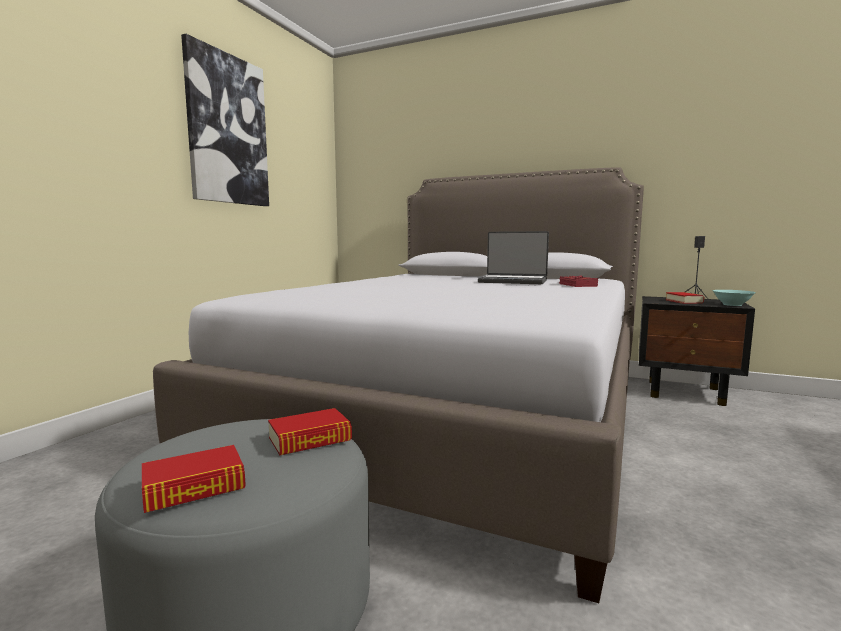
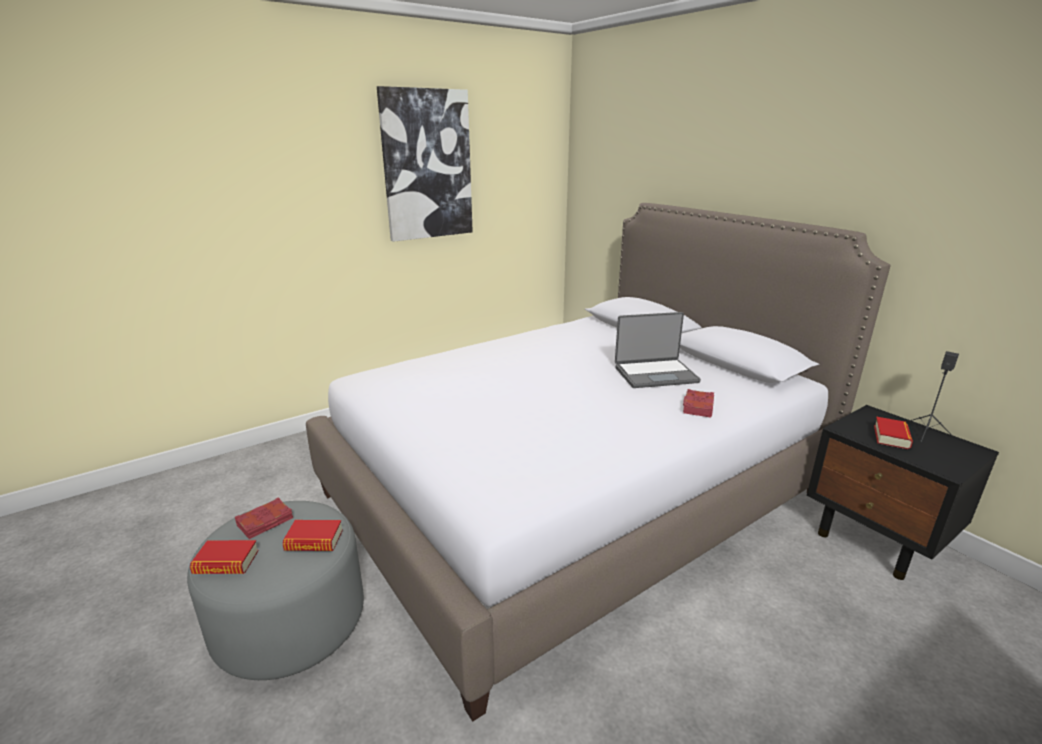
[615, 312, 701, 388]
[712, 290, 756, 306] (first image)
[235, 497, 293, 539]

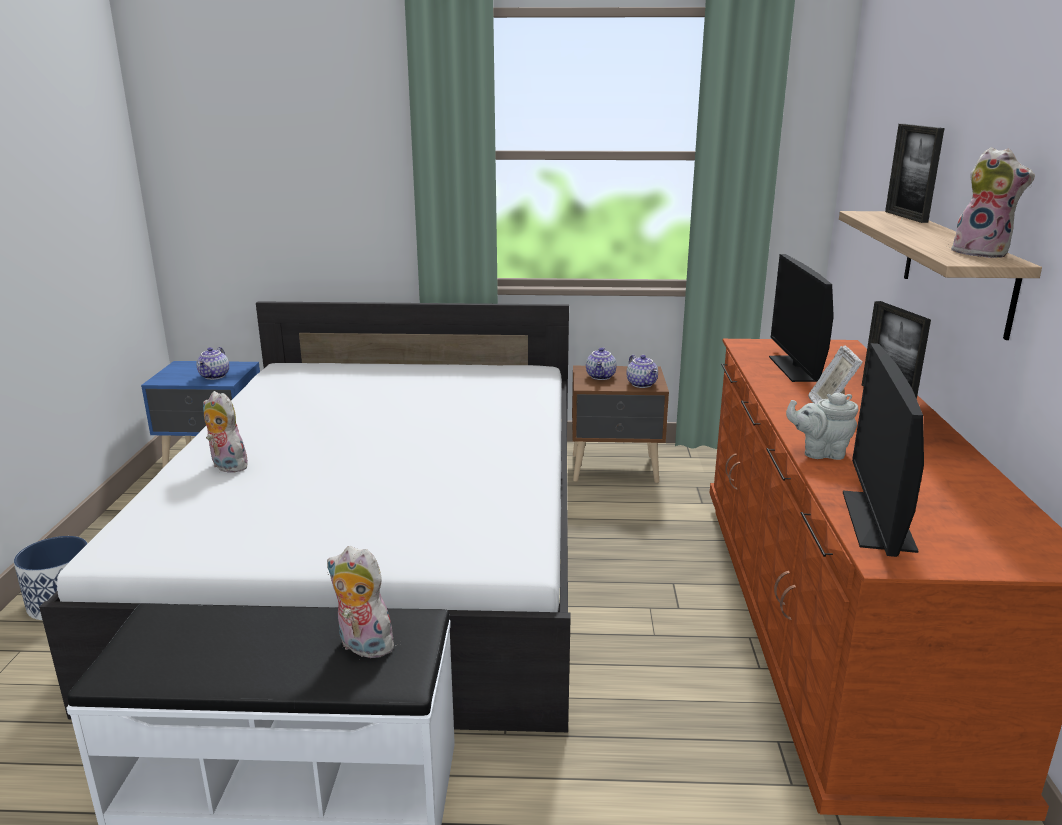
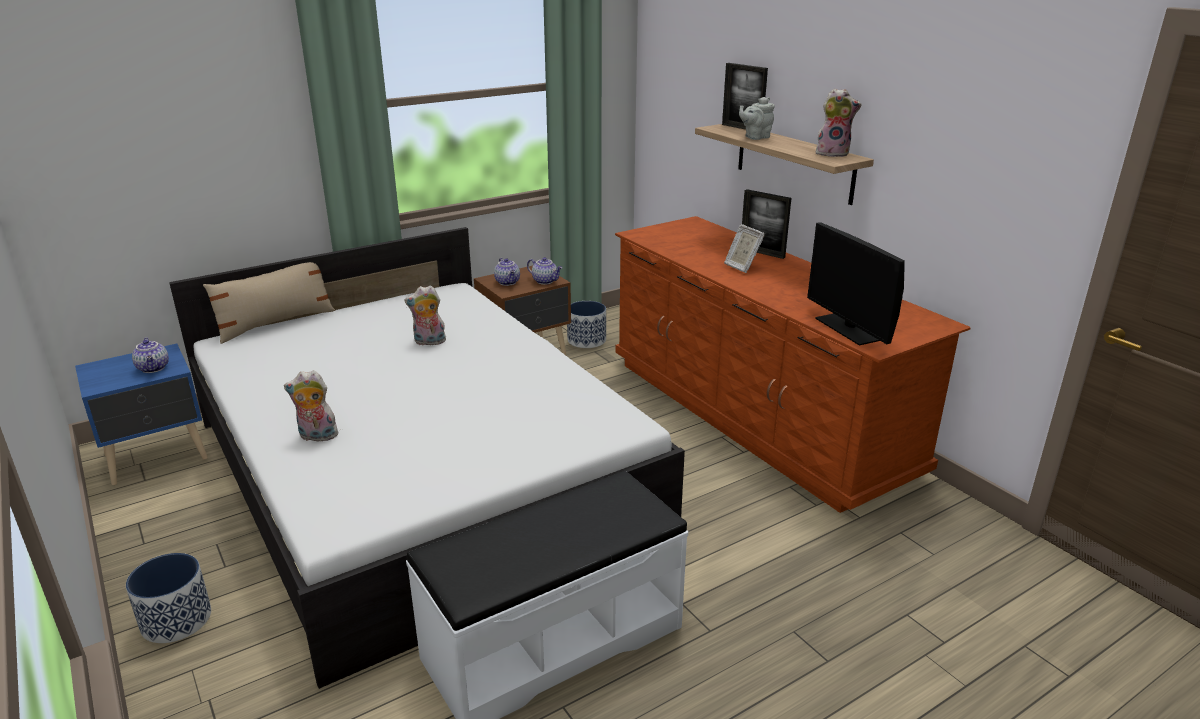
[404, 286, 446, 346]
[769, 254, 834, 382] (first image)
[739, 97, 775, 140]
[203, 262, 335, 344]
[567, 301, 606, 348]

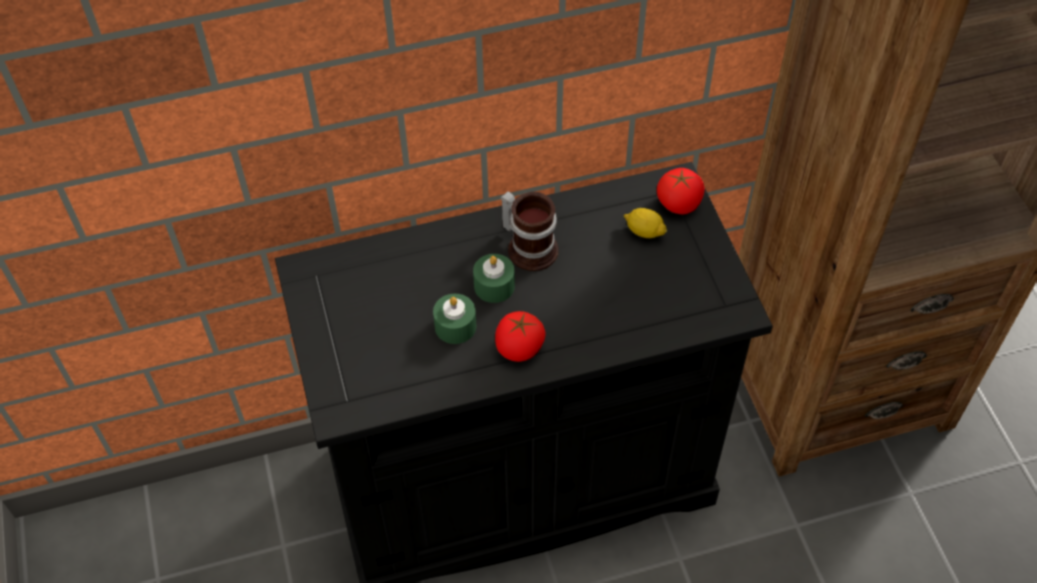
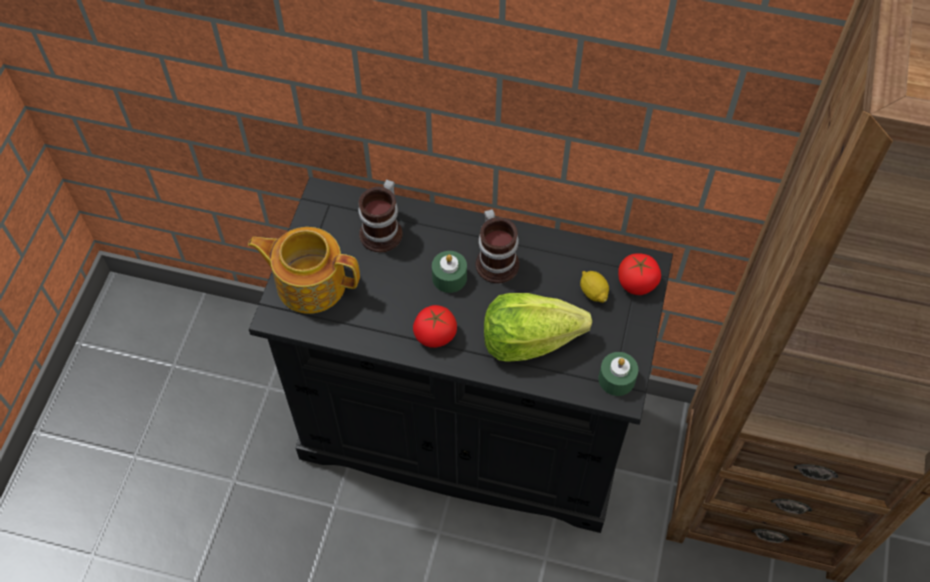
[599, 352, 638, 396]
[248, 227, 360, 314]
[358, 179, 402, 253]
[484, 293, 592, 362]

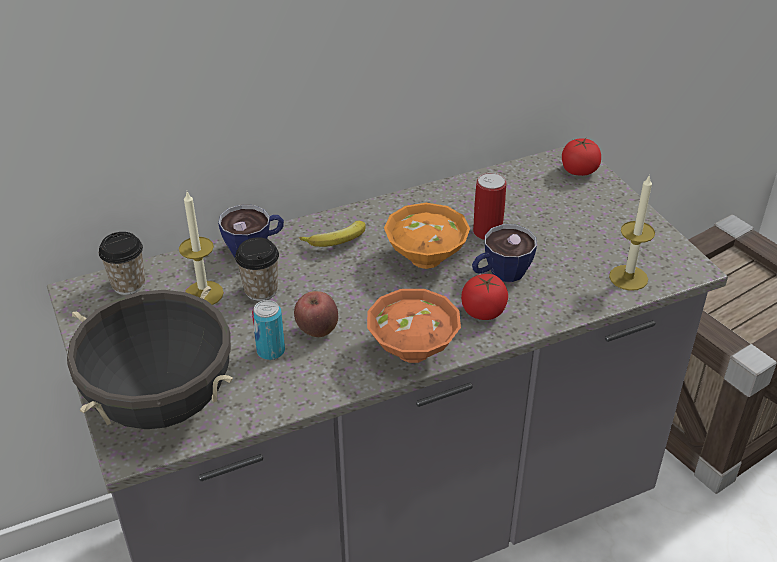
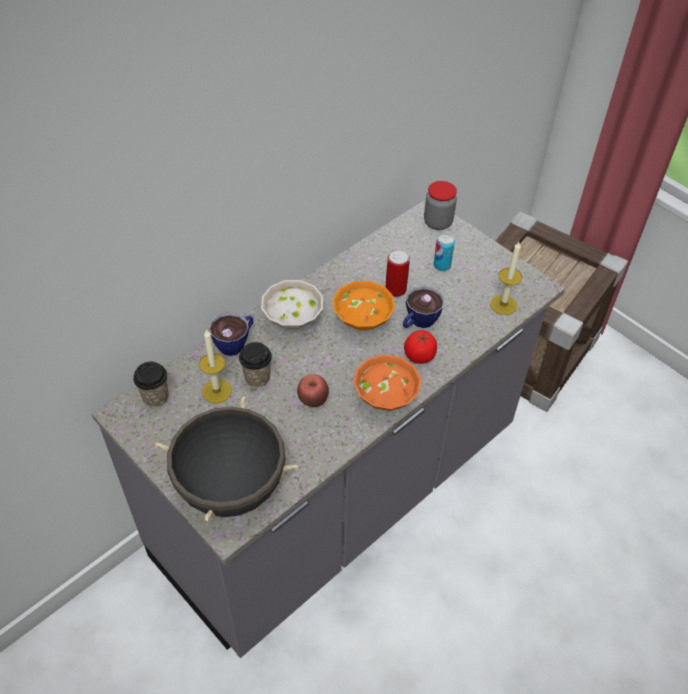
[433, 234, 455, 271]
[261, 280, 323, 330]
[424, 181, 457, 230]

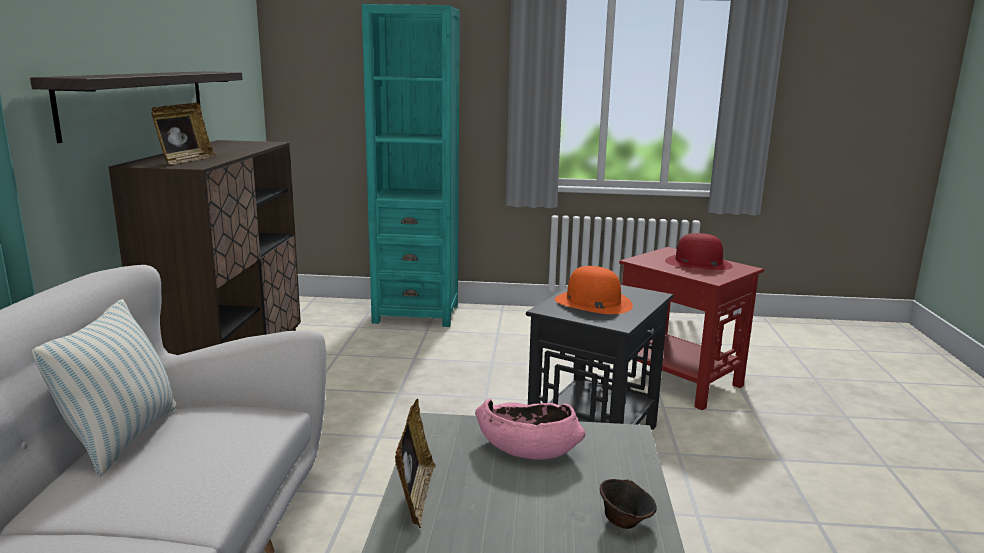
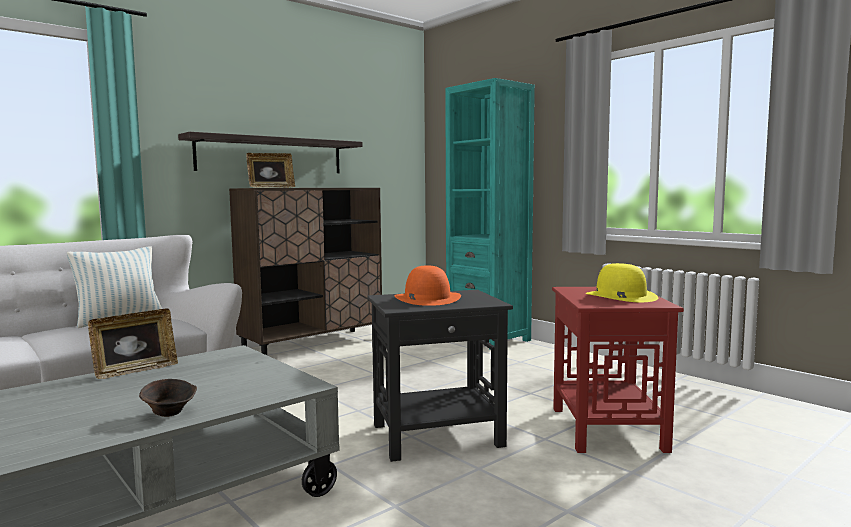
[475, 399, 585, 460] (first image)
[585, 263, 658, 302]

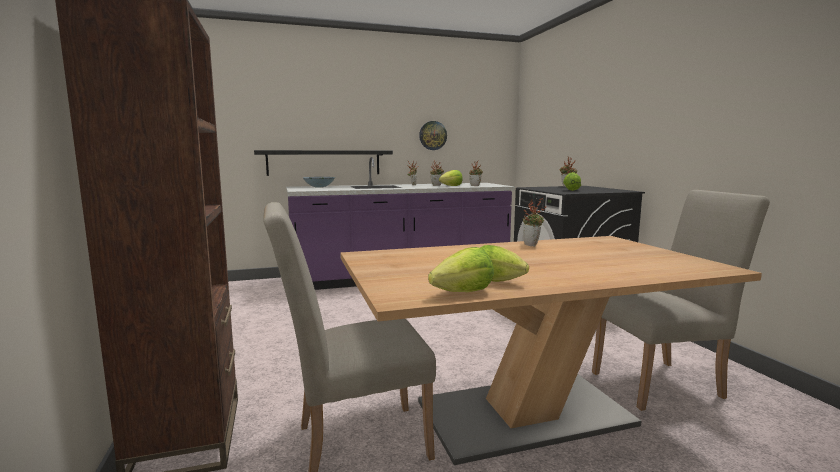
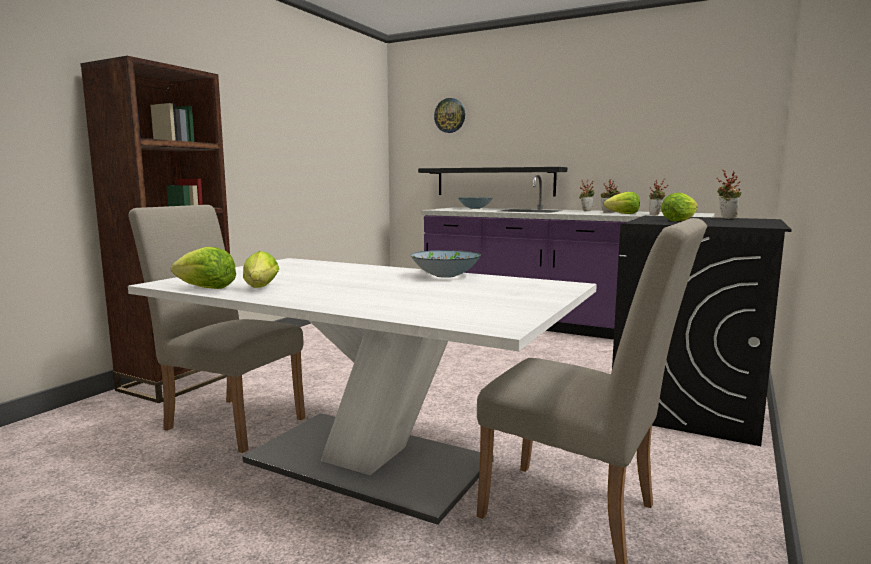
[128, 258, 597, 525]
[434, 98, 465, 133]
[410, 250, 481, 278]

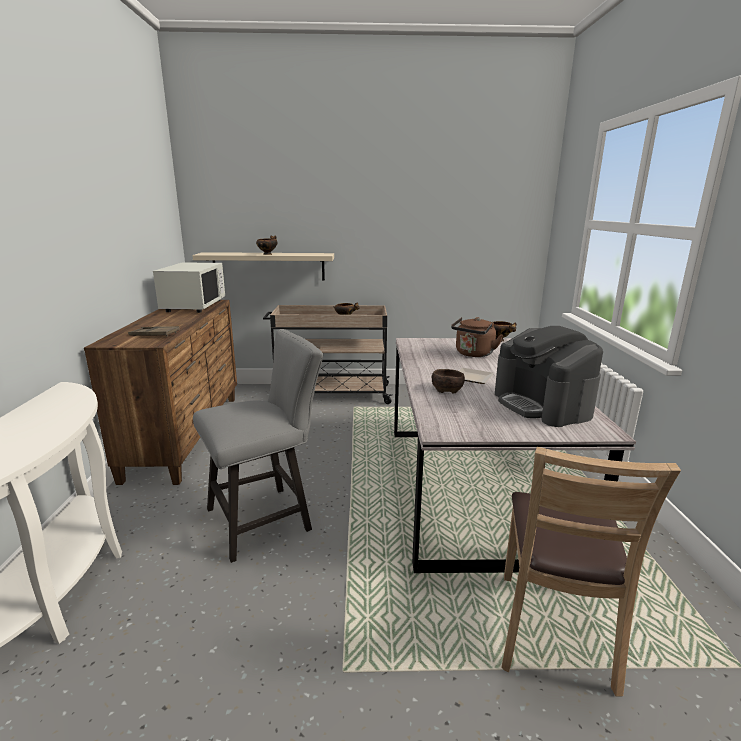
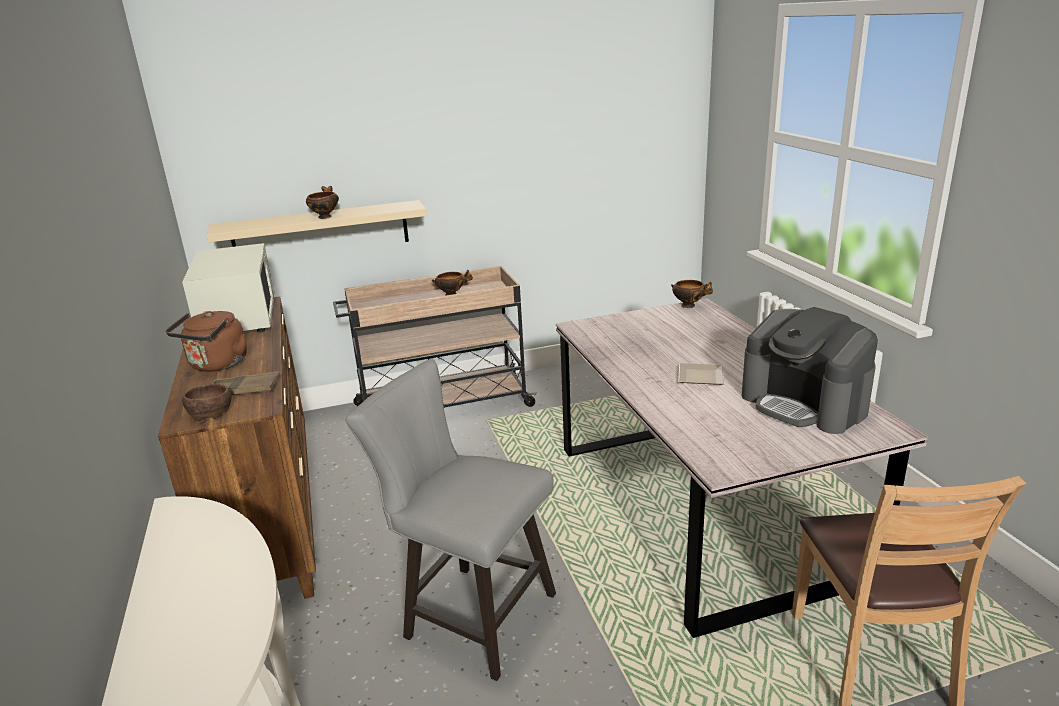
[346, 359, 556, 681]
[182, 384, 231, 421]
[166, 311, 247, 372]

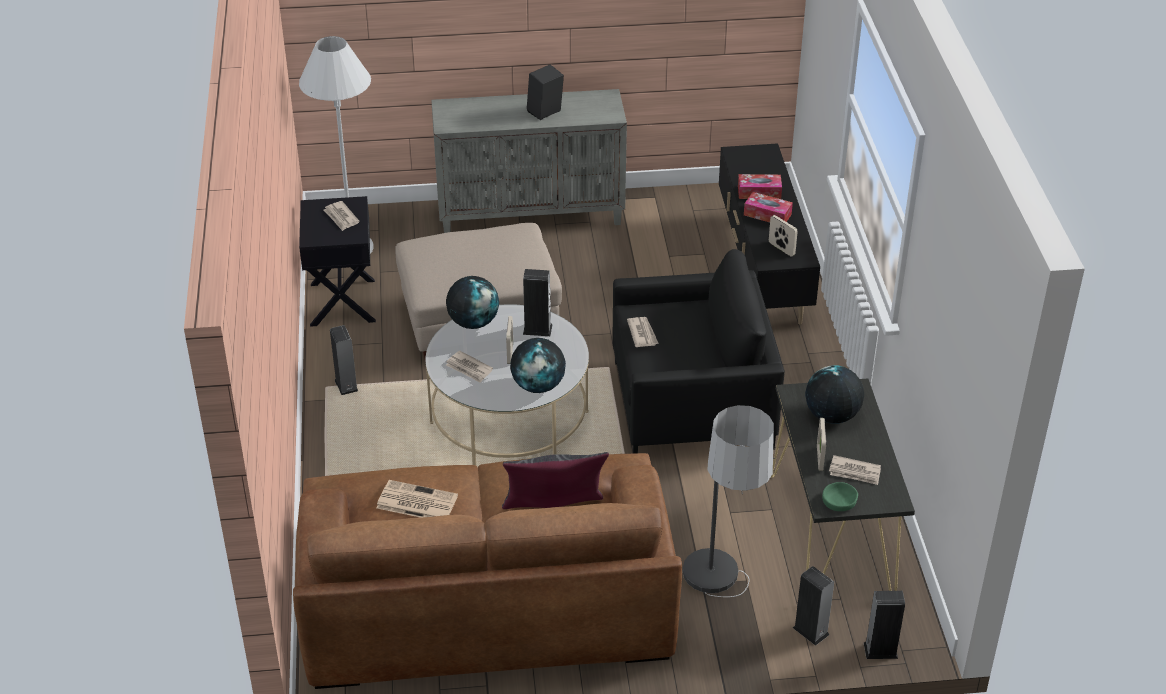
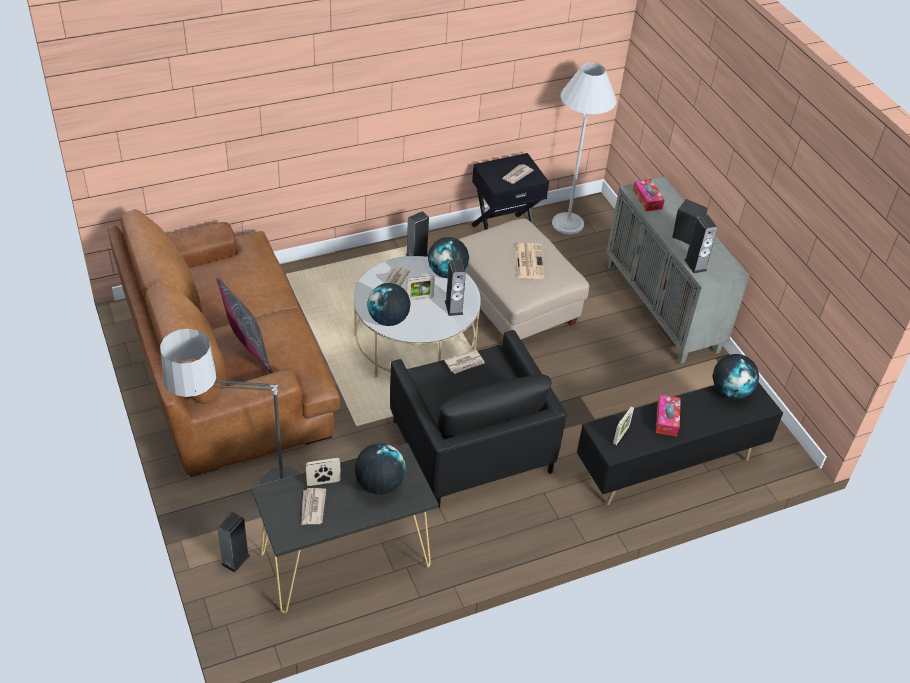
[515, 243, 544, 279]
[633, 179, 665, 211]
[822, 482, 858, 511] (first image)
[684, 215, 718, 273]
[713, 354, 759, 399]

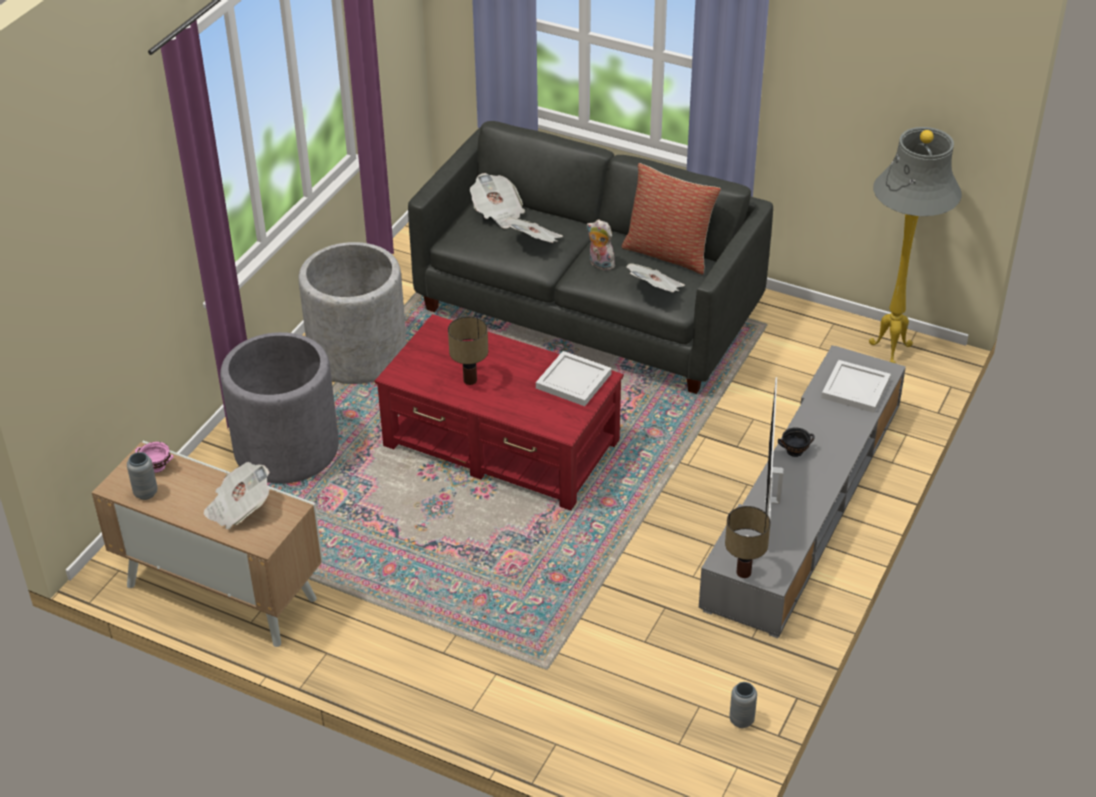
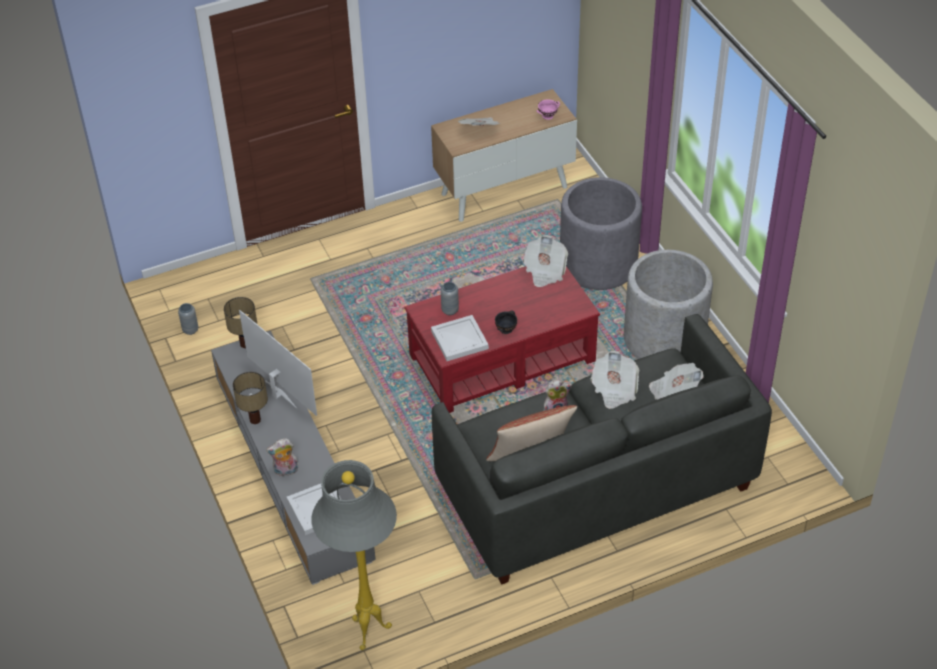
[441, 282, 459, 315]
[233, 372, 268, 424]
[523, 235, 568, 287]
[495, 310, 517, 334]
[266, 438, 298, 476]

